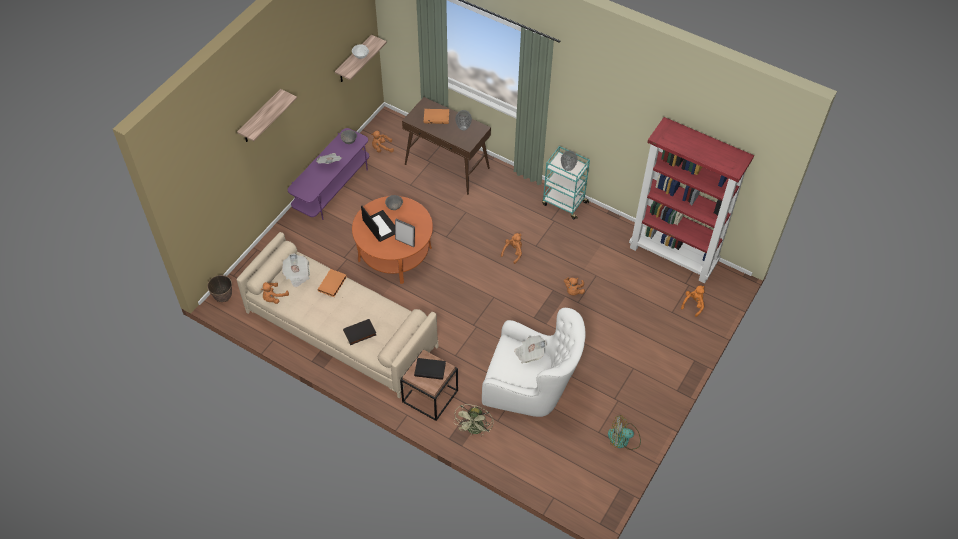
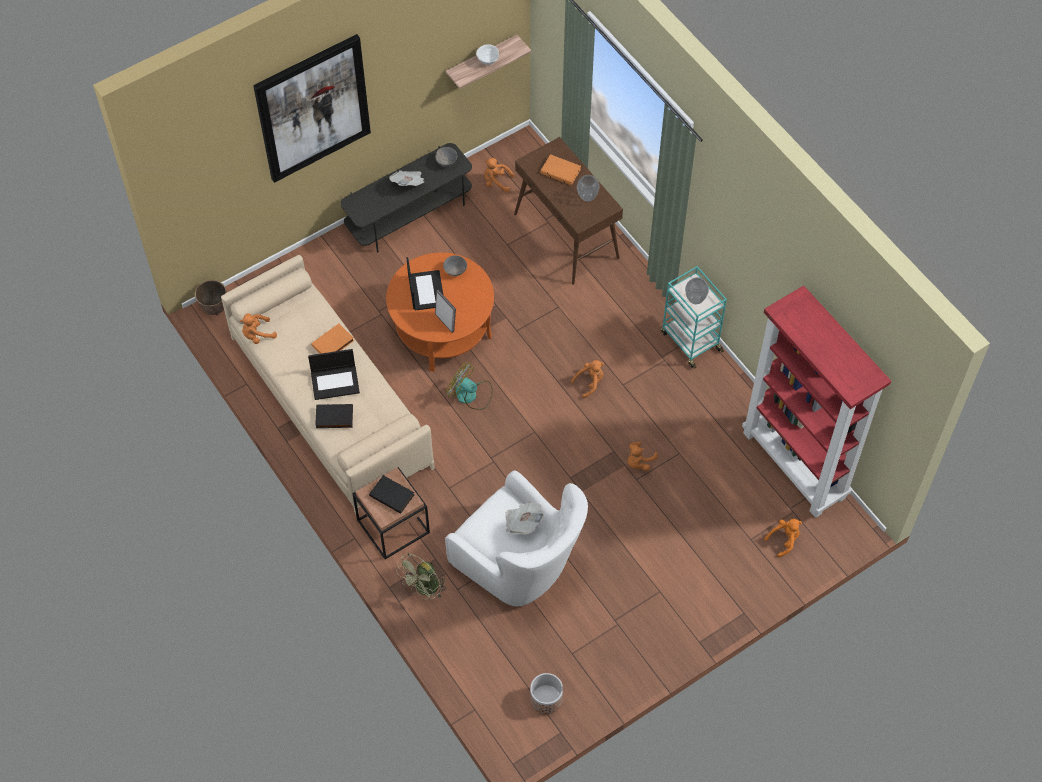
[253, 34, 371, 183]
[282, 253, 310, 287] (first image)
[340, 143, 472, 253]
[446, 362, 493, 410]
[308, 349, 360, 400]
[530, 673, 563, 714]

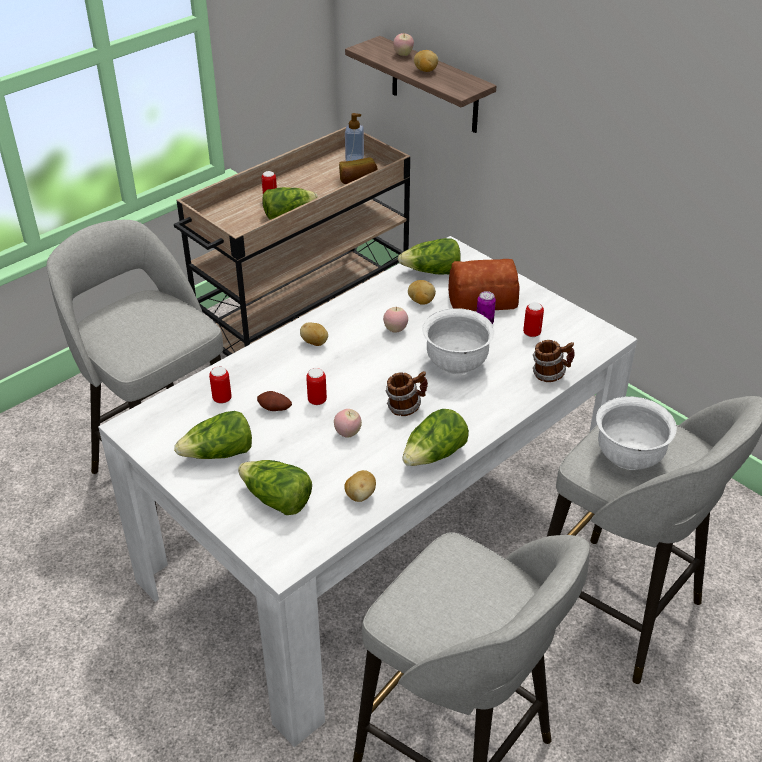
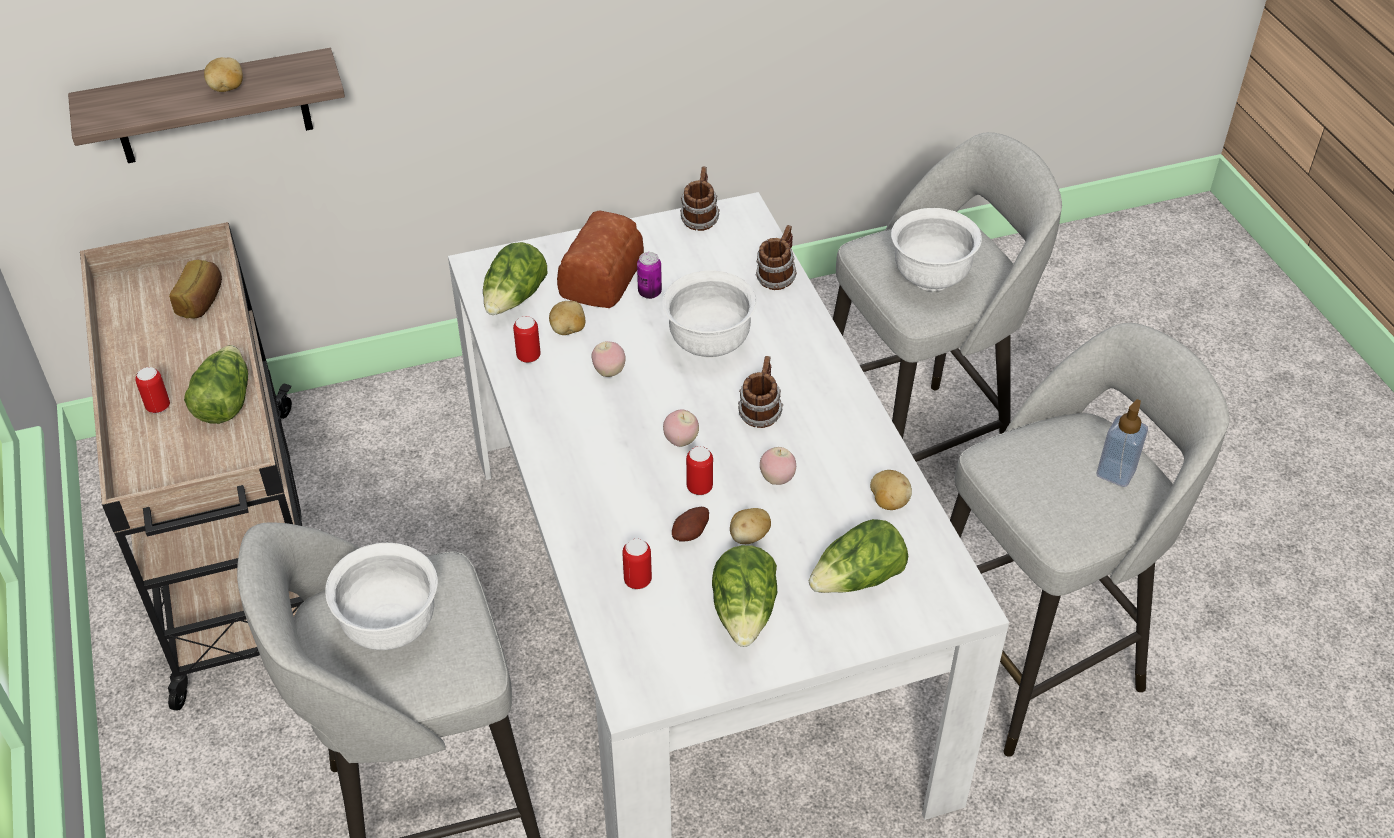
[730, 508, 771, 544]
[1097, 399, 1148, 487]
[663, 409, 699, 447]
[402, 409, 469, 466] (first image)
[513, 316, 540, 363]
[325, 543, 438, 650]
[680, 166, 720, 231]

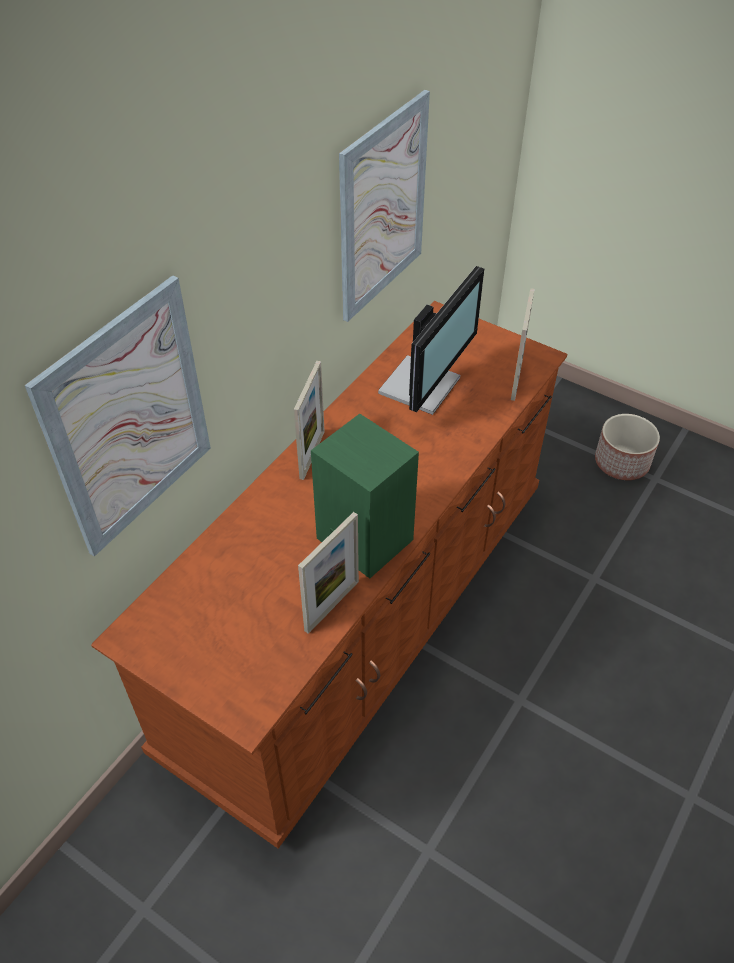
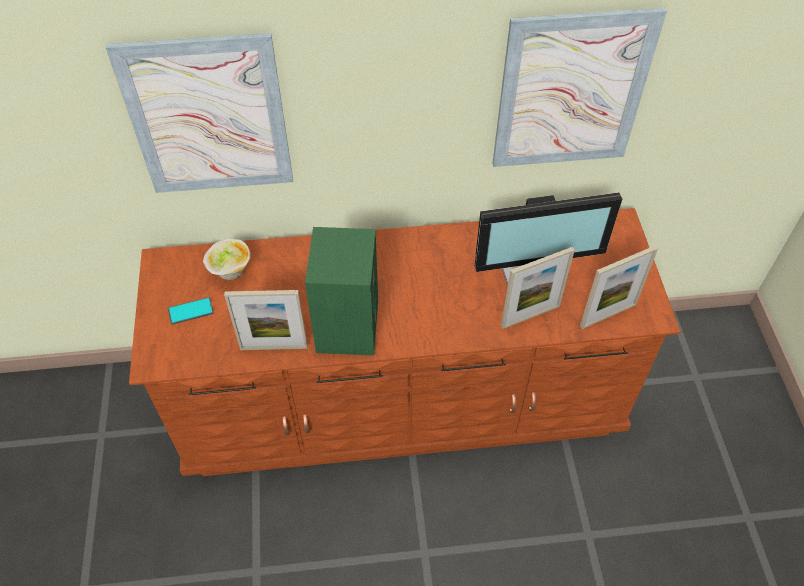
[501, 247, 575, 329]
[595, 414, 660, 480] (first image)
[168, 297, 213, 325]
[203, 239, 251, 280]

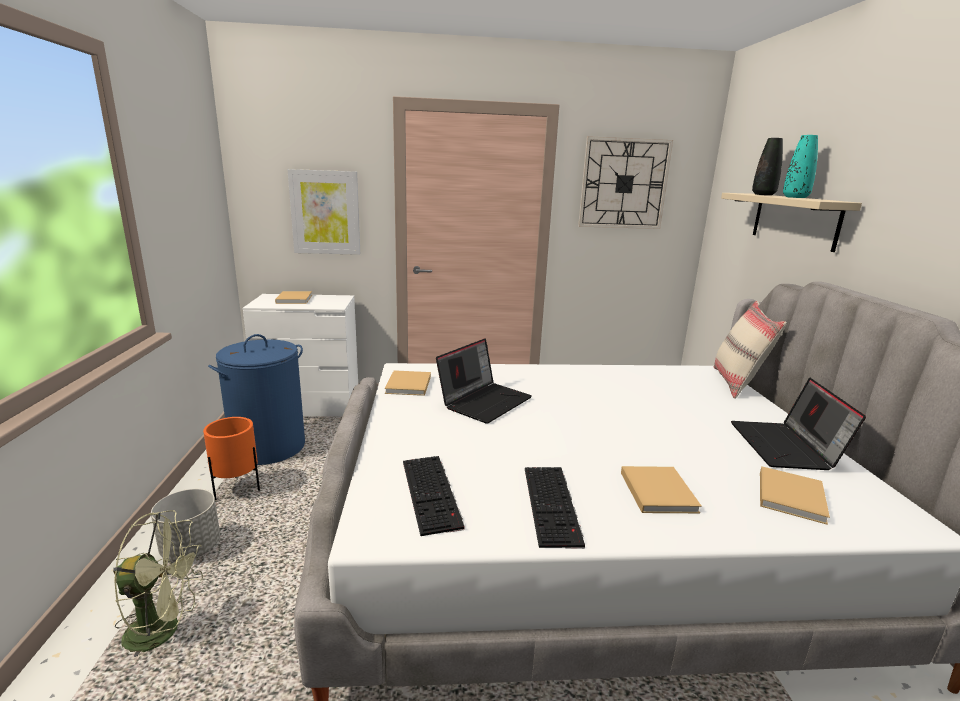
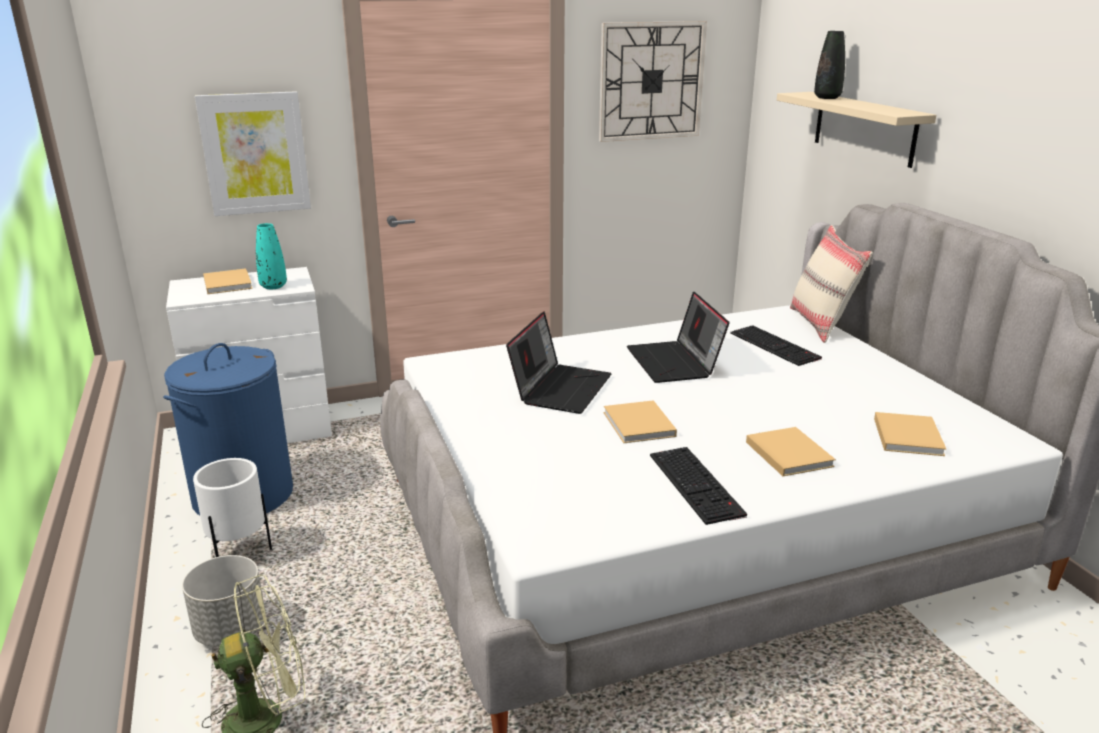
[193, 458, 272, 557]
[604, 400, 677, 443]
[730, 325, 822, 366]
[627, 291, 729, 383]
[256, 223, 287, 289]

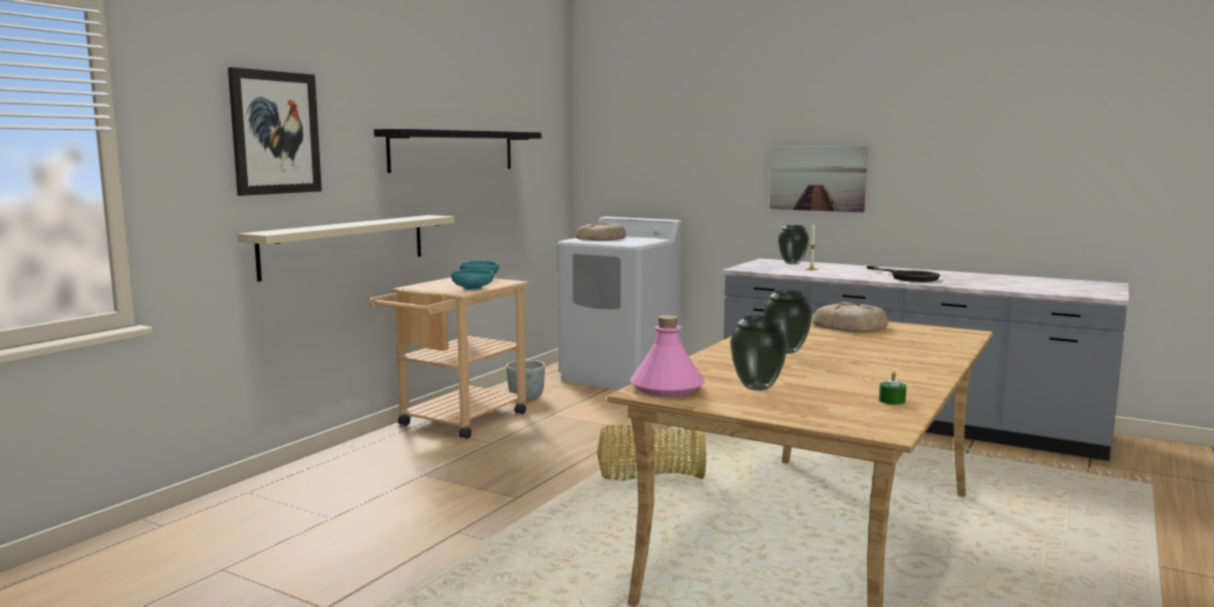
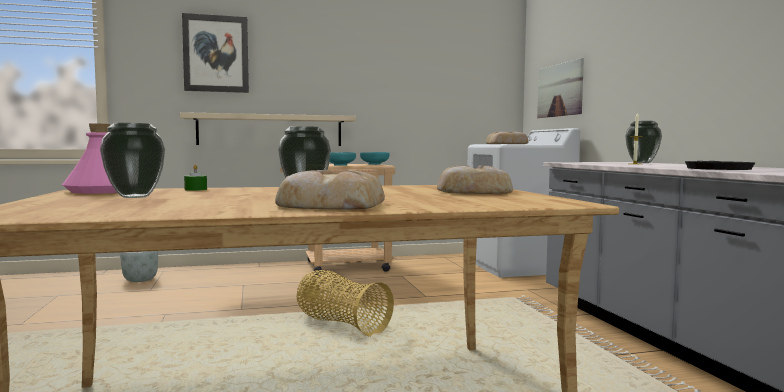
[374, 129, 541, 173] (first image)
[120, 251, 158, 282]
[537, 58, 584, 118]
[184, 164, 207, 191]
[275, 170, 385, 210]

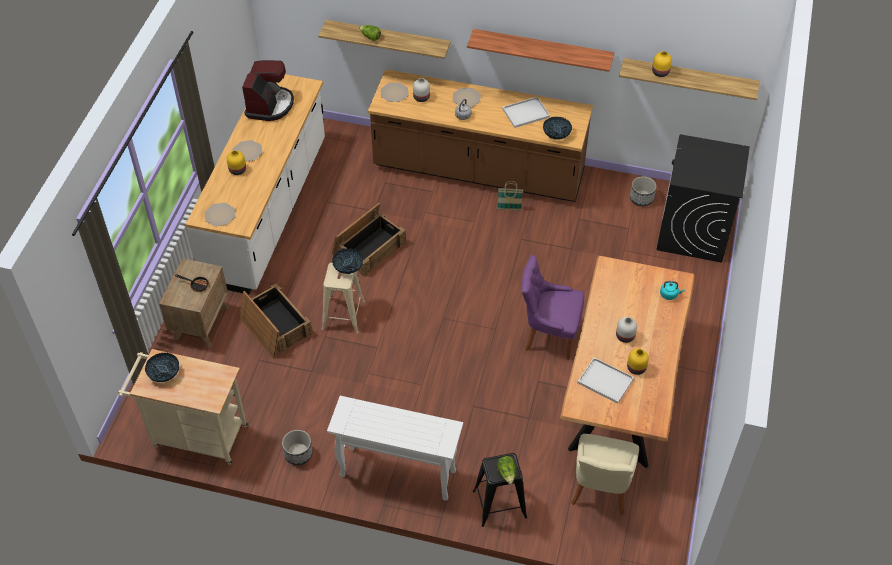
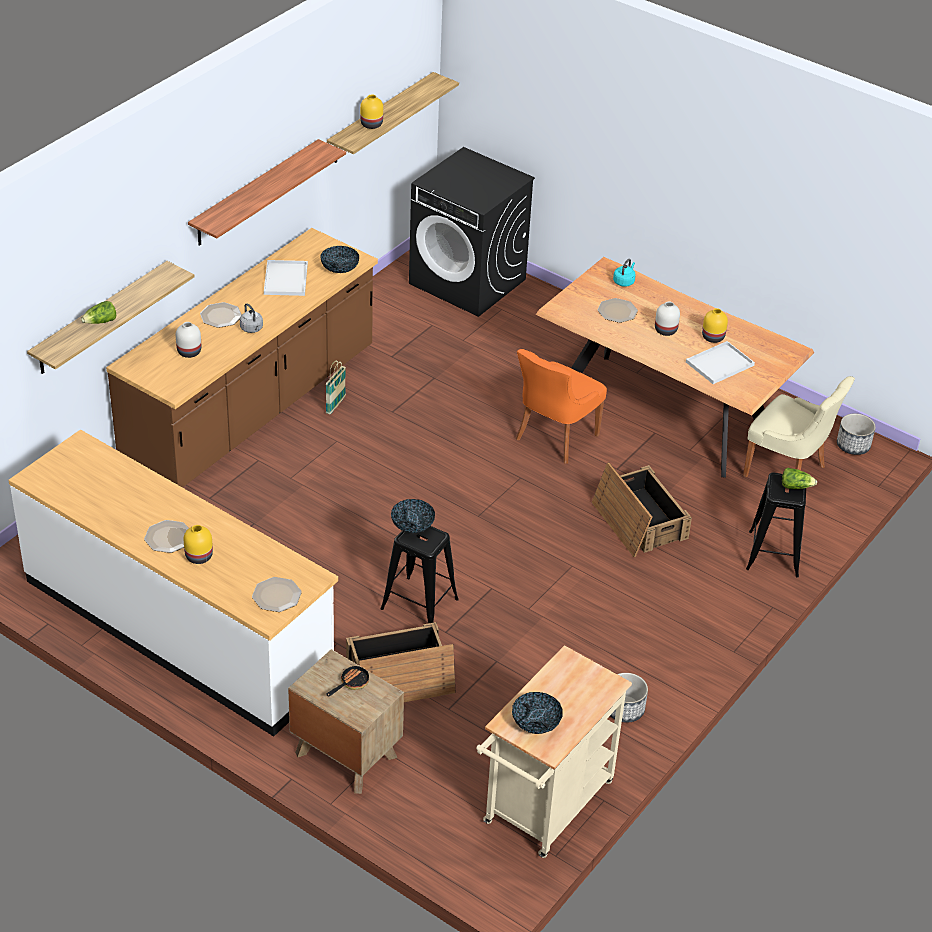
[242, 60, 294, 121] (first image)
[380, 526, 459, 623]
[327, 396, 463, 501] (first image)
[592, 463, 692, 557]
[598, 298, 638, 323]
[516, 349, 607, 464]
[837, 413, 876, 455]

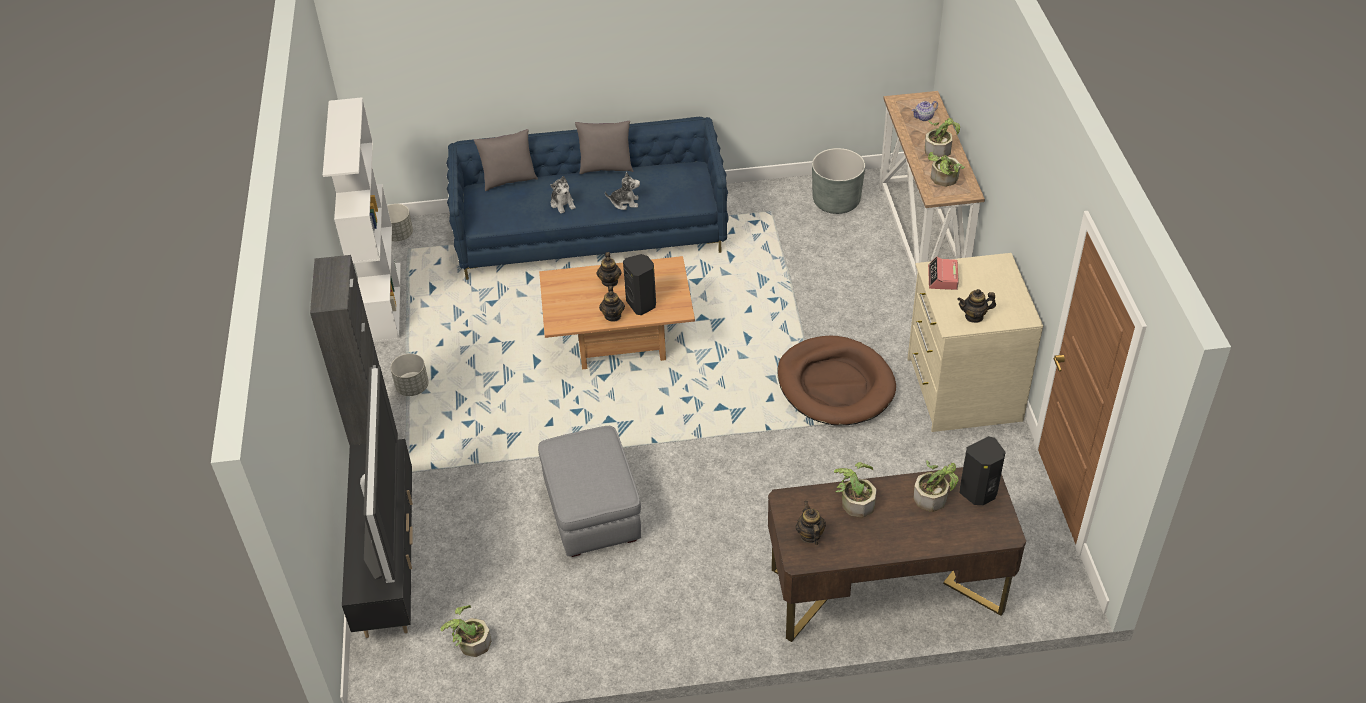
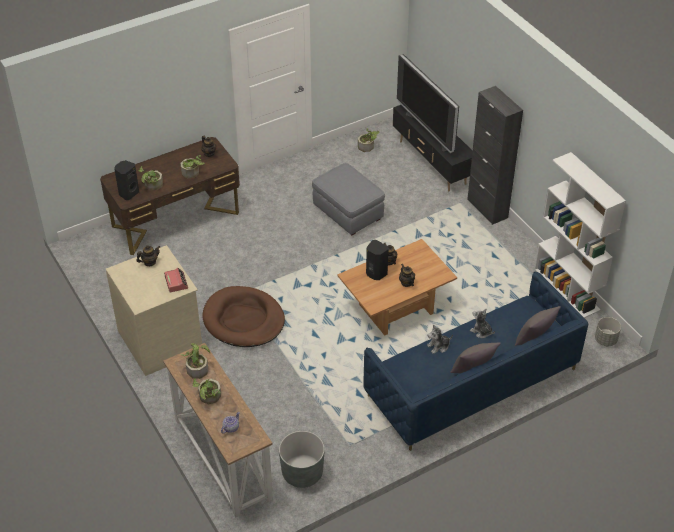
[391, 354, 429, 396] (first image)

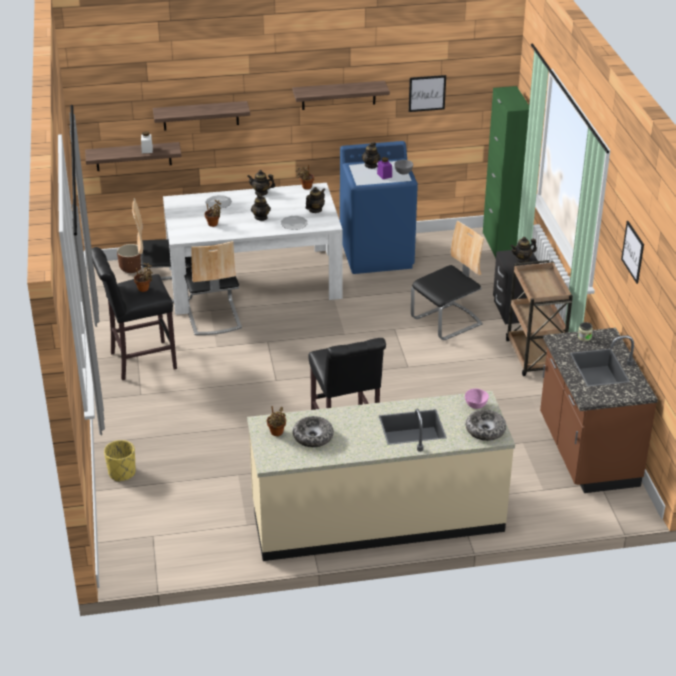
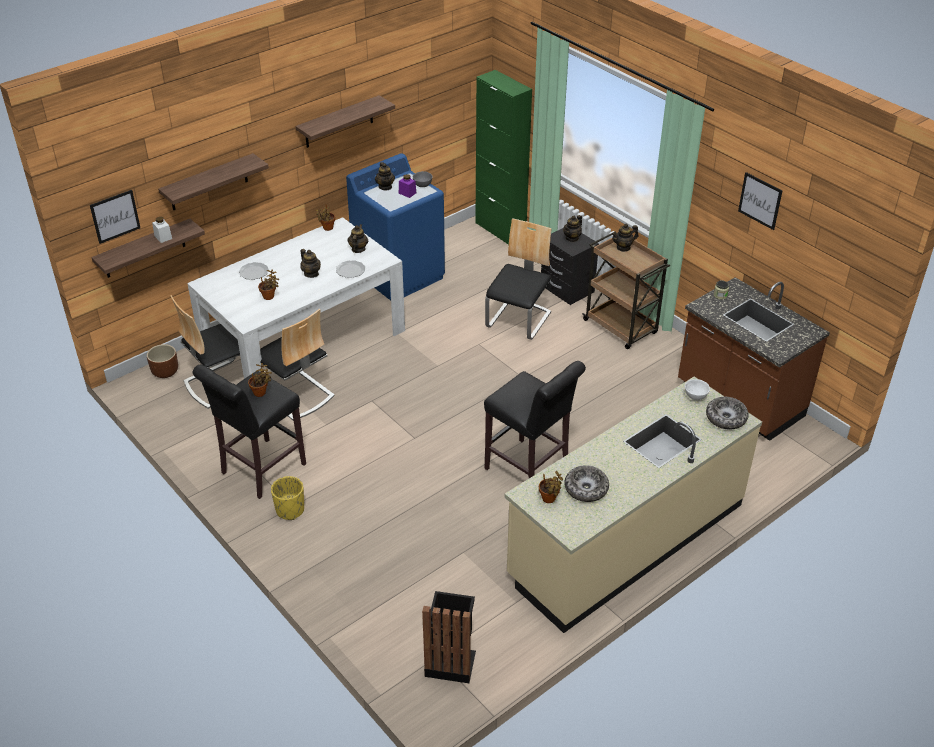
[271, 476, 304, 520]
[611, 224, 638, 252]
[90, 190, 140, 244]
[685, 379, 710, 400]
[422, 591, 476, 683]

